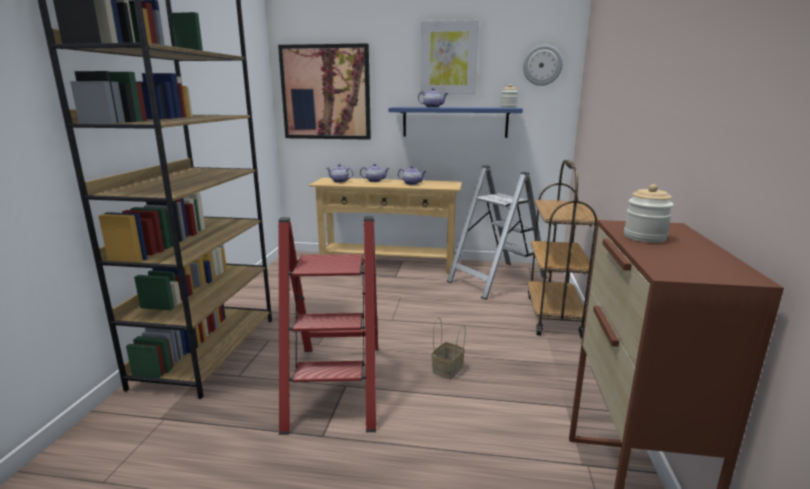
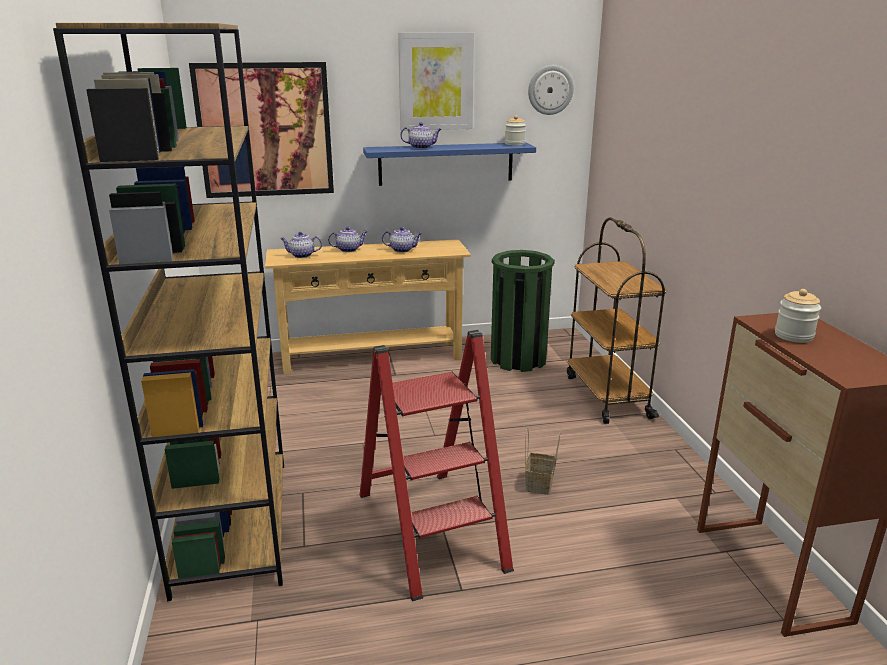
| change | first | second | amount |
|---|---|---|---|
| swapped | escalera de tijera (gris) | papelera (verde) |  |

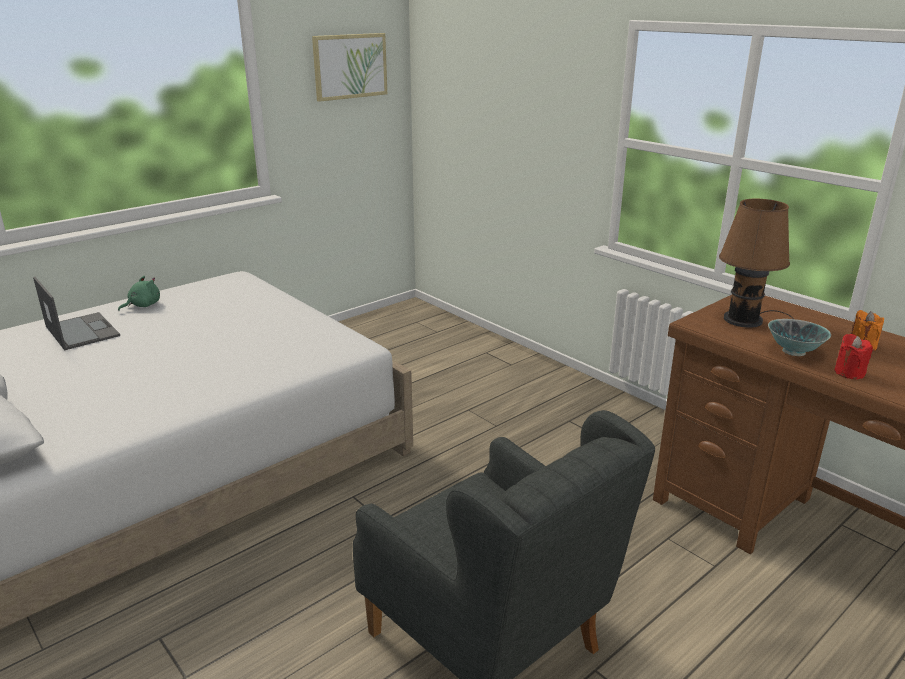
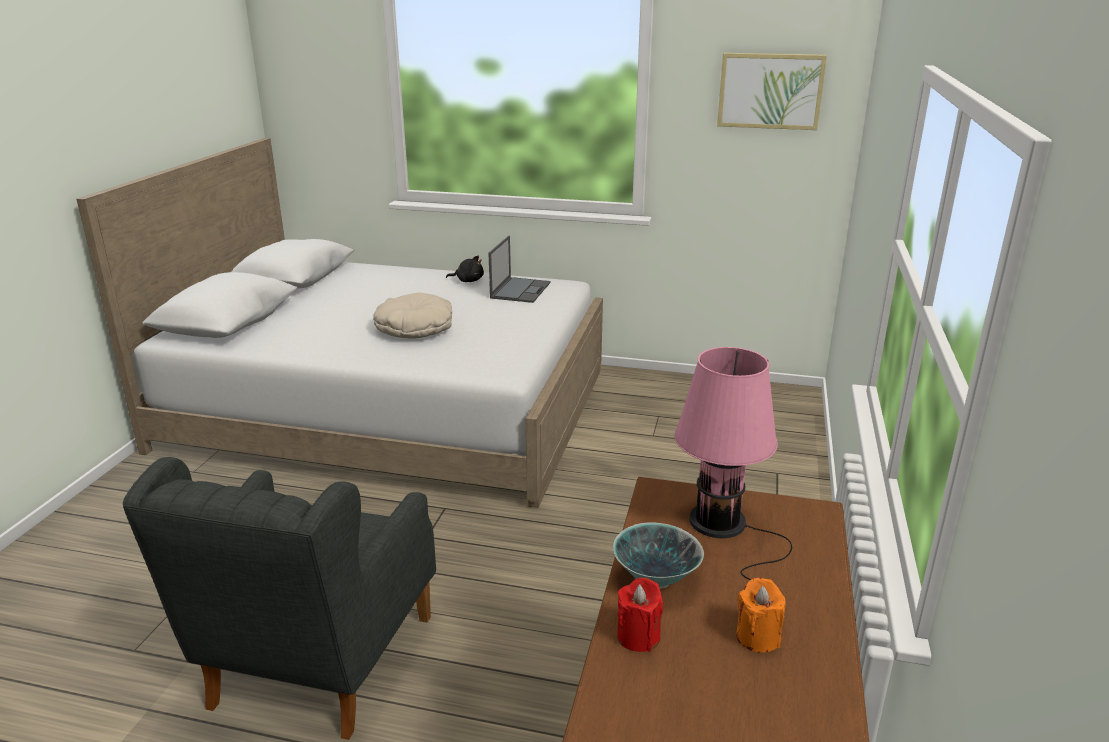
| change | first | second | amount |
|---|---|---|---|
| new |  | cojín (beis) |  |
| repainted | peluche (verde) | peluche (negro) |  |
| shifted | portátil |  |  |
| repainted | lámpara de mesa (marrón) | lámpara de mesa (rosa) |  |

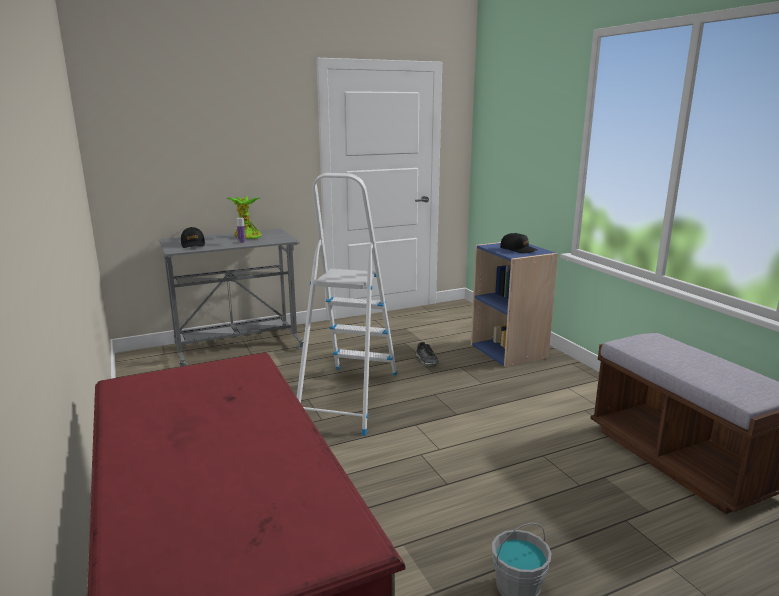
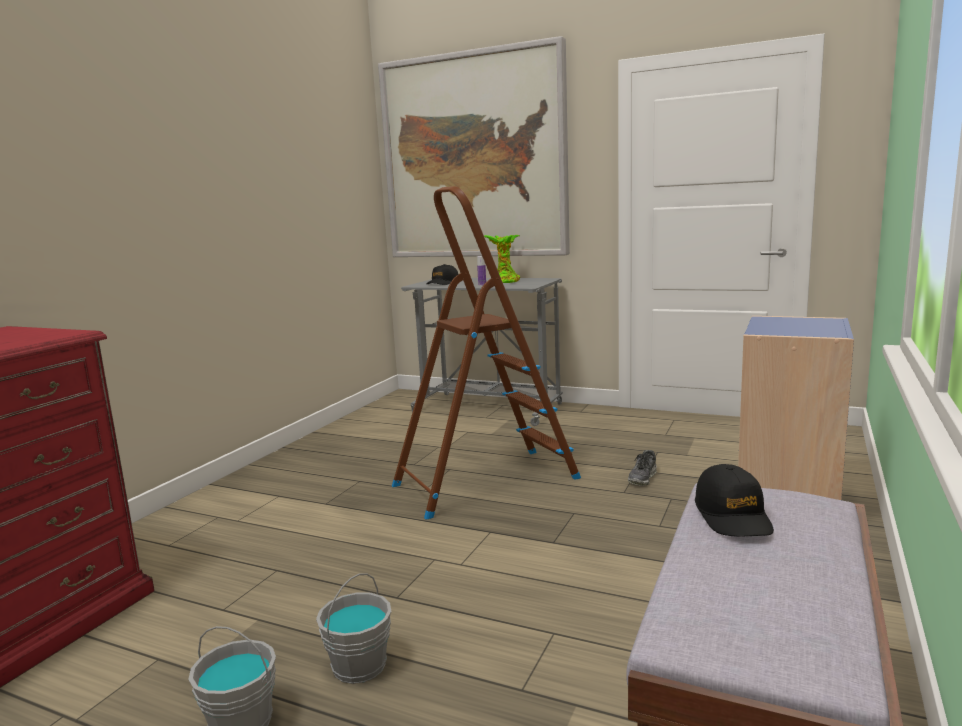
| change | first | second | amount |
|---|---|---|---|
| new |  | cubo (gris) (no. 2 from left) |  |
| new |  | cuadro |  |
| repainted | escalera de tijera (blanco) | escalera de tijera (marrón) |  |
| shifted | gorra (negro) (no. 2 from left) |  |  |

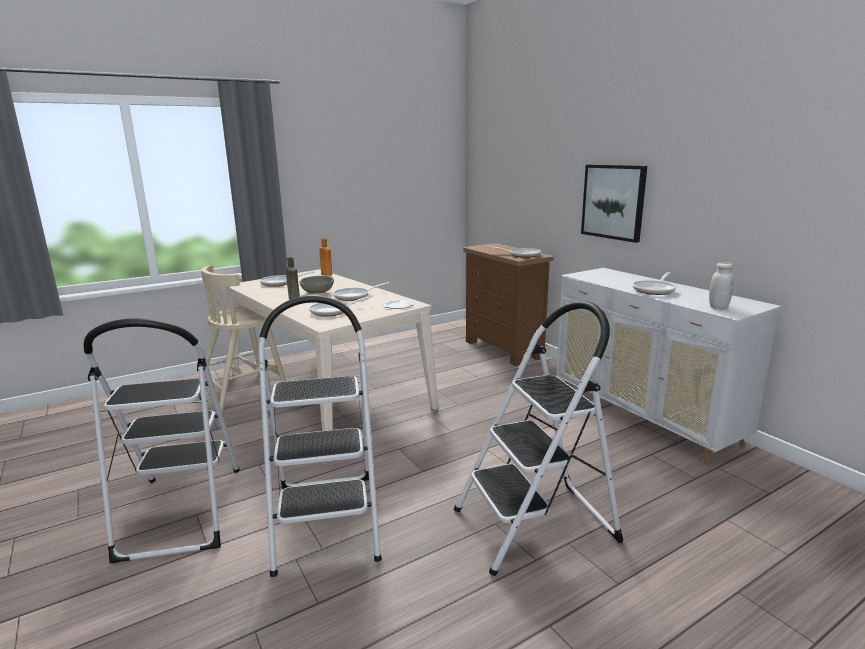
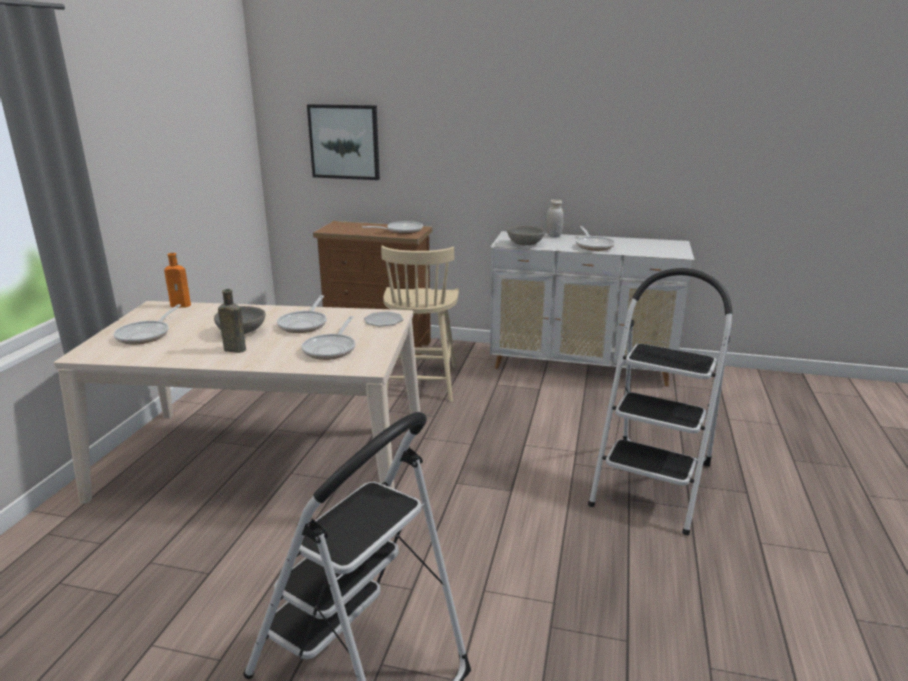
| change | first | second | amount |
|---|---|---|---|
| shifted | cuadro |  |  |
| shifted | silla (beis) |  |  |
| new |  | cuenco (gris) (no. 2 from left) |  |
| shifted | tarro (blanco) |  |  |
| gone | escalera de tijera (no. 2 from left) |  |  |

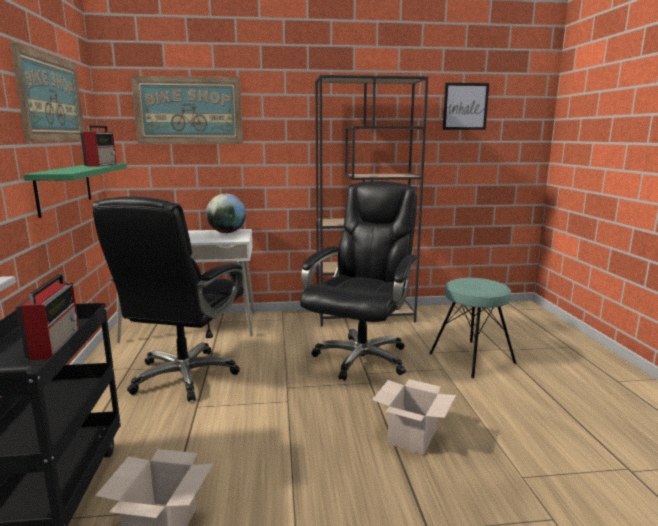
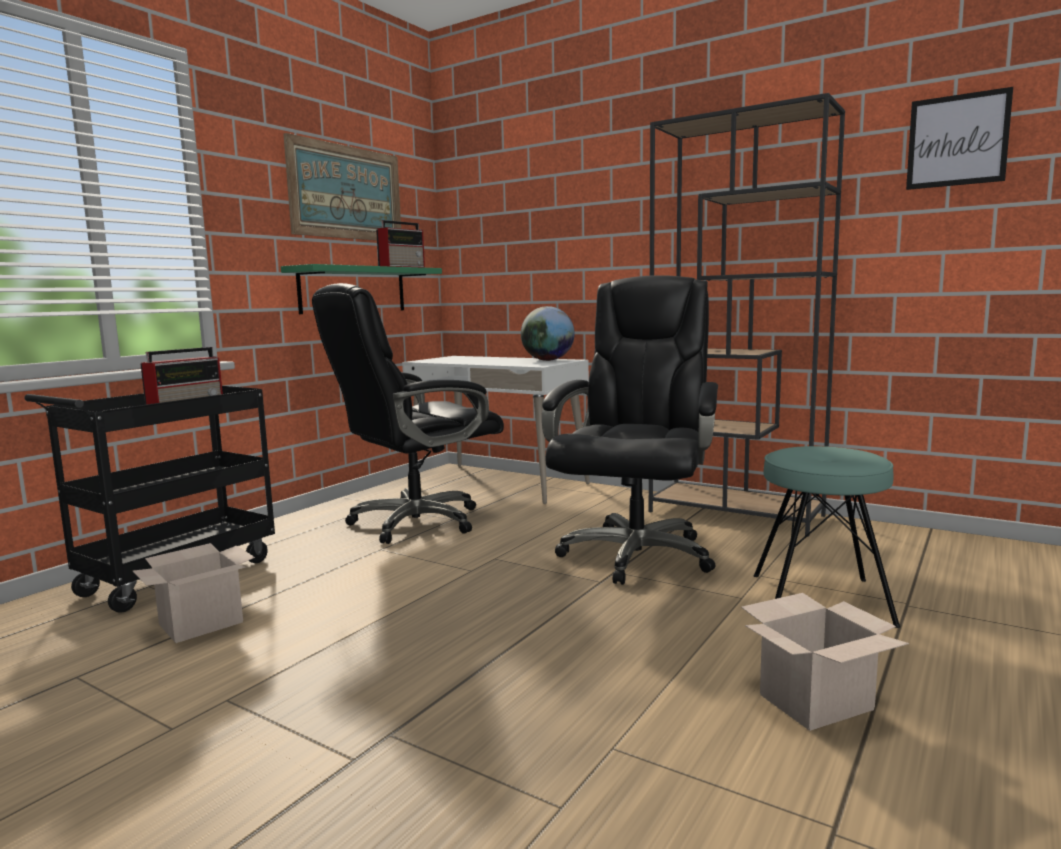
| change | first | second | amount |
|---|---|---|---|
| rotated | silla de oficina (negro) (no. 2 from left) |  | 45 degrees counterclockwise |
| shifted | caja de cartón (no. 2 from left) |  |  |
| gone | cuadro (no. 2 from left) |  |  |

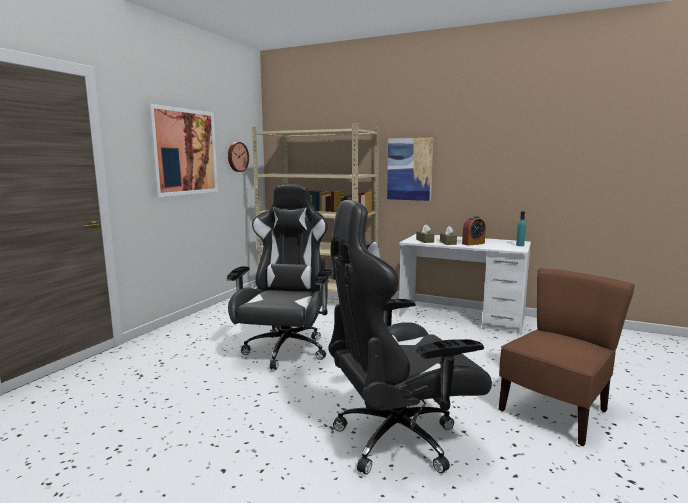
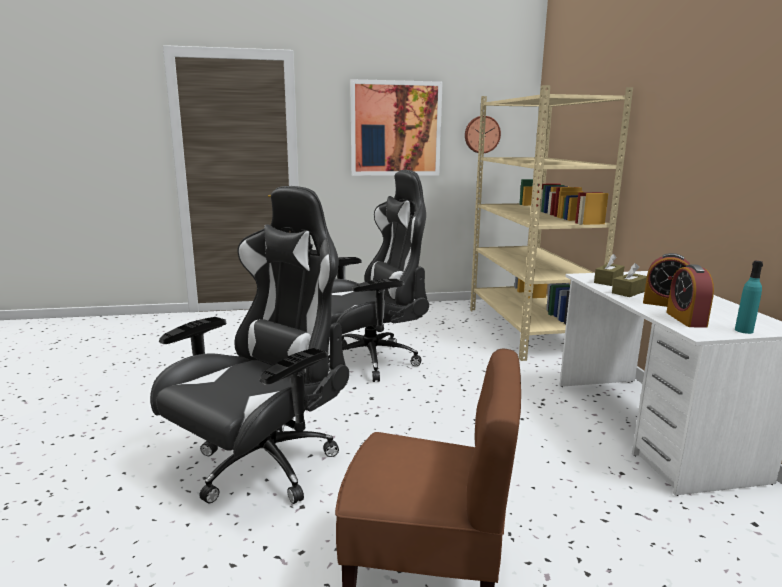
| change | first | second | amount |
|---|---|---|---|
| rotated | silla de oficina (negro) (no. 2 from left in the first image) | silla de oficina (negro) (no. 1 from left) | 90 degrees clockwise |
| new |  | despertador (no. 2 from left) |  |
| gone | cuadro (no. 2 from left) |  |  |

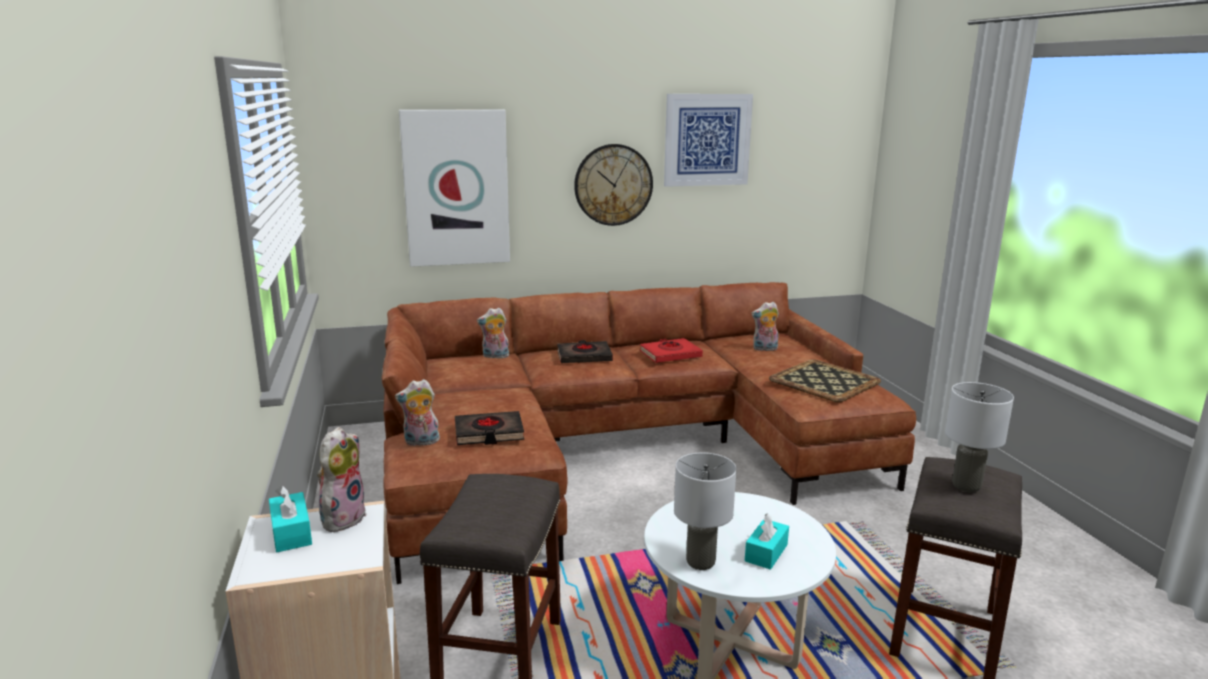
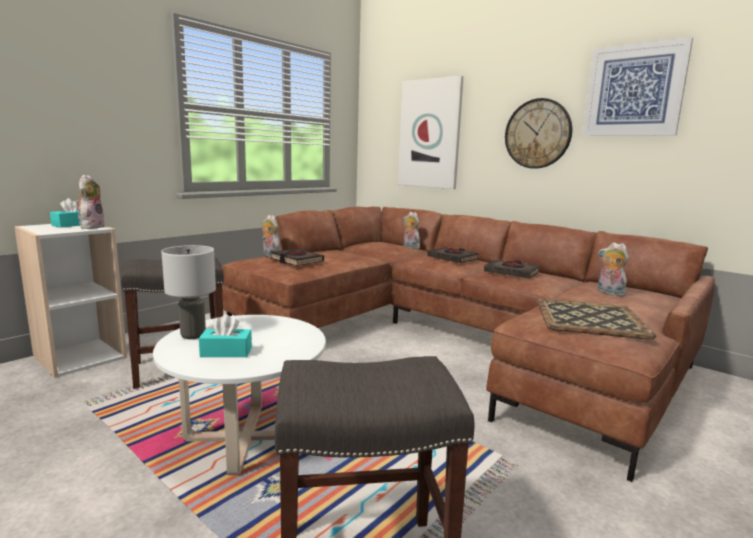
| change | first | second | amount |
|---|---|---|---|
| rotated | peluche (no. 1 from left) |  | 75 degrees counterclockwise |
| repainted | libro (rojo) | libro (negro) (no. 3 from left) |  |
| gone | lámpara de mesa (blanco) (no. 2 from left) |  |  |

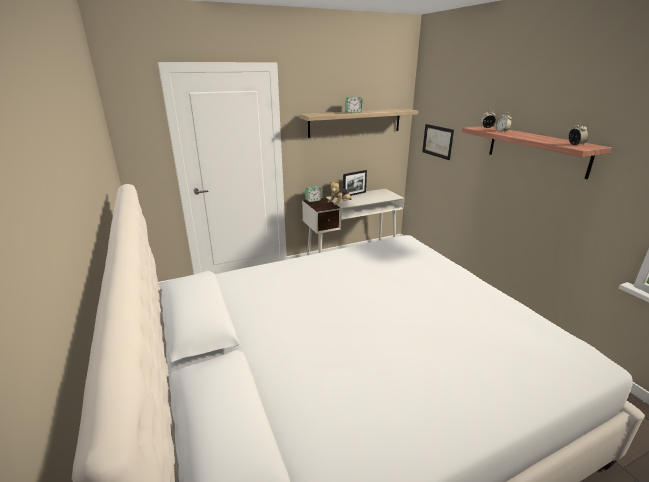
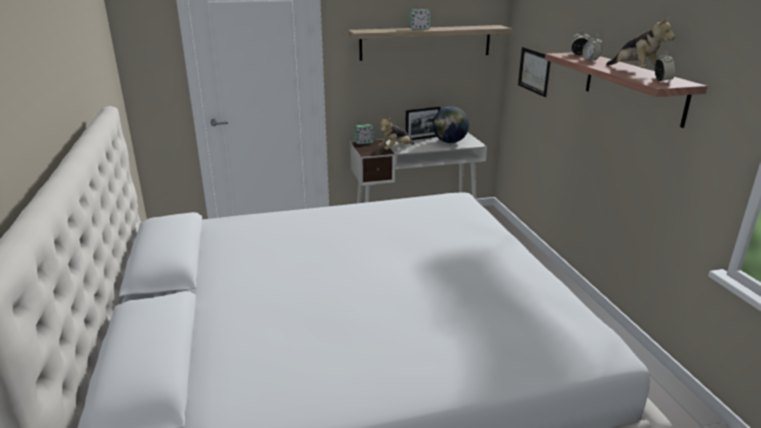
| change | first | second | amount |
|---|---|---|---|
| new |  | globo terráqueo |  |
| new |  | peluche (no. 2 from left) |  |

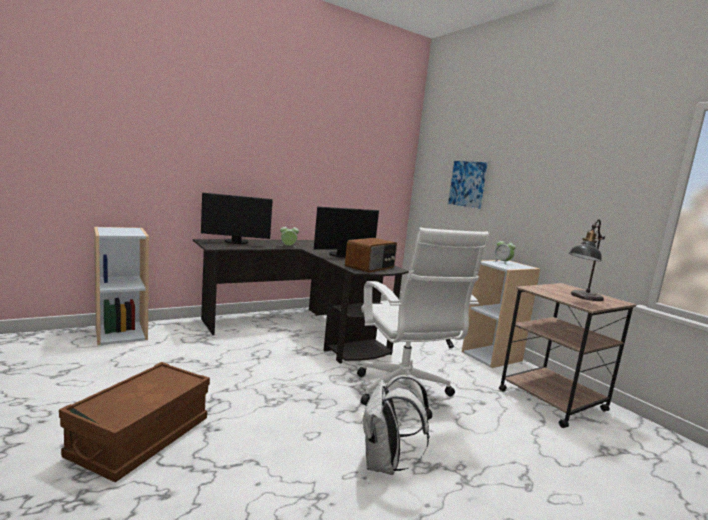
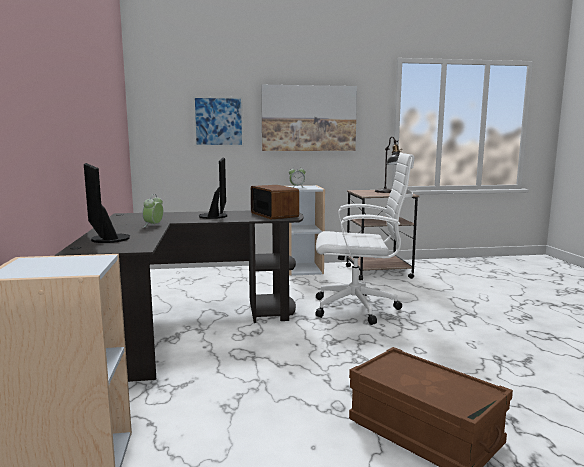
| change | first | second | amount |
|---|---|---|---|
| rotated | monitor (no. 1 from left) |  | 135 degrees clockwise |
| new |  | cuadro (no. 2 from left) |  |
| gone | mochila (blanco) |  |  |

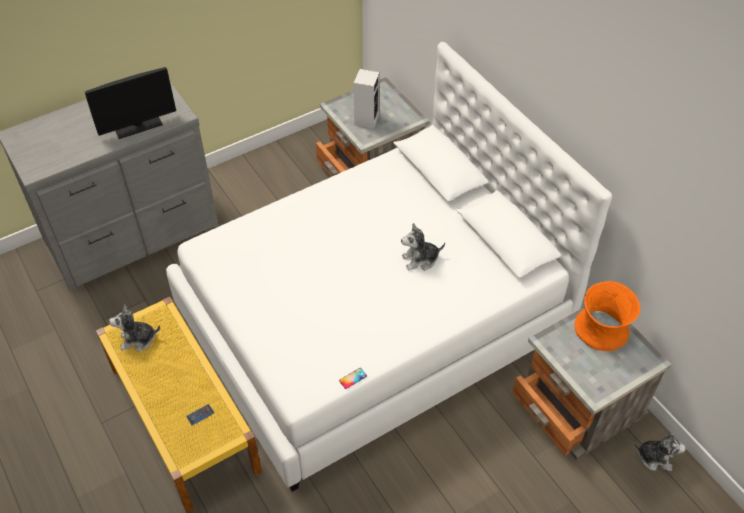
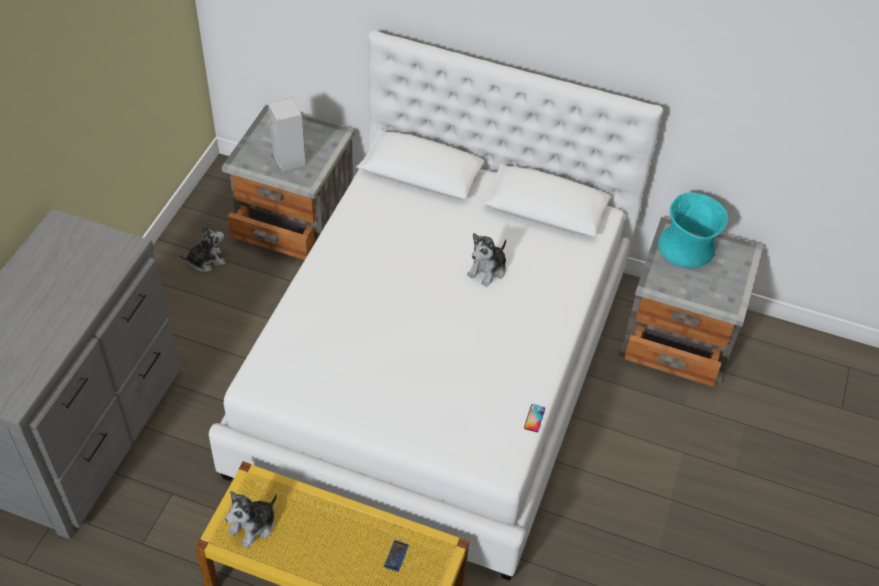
| change | first | second | amount |
|---|---|---|---|
| shifted | peluche (no. 3 from left in the first image) | peluche (no. 1 from left) |  |
| repainted | florero (naranja) | florero (turquesa) |  |
| gone | monitor |  |  |

